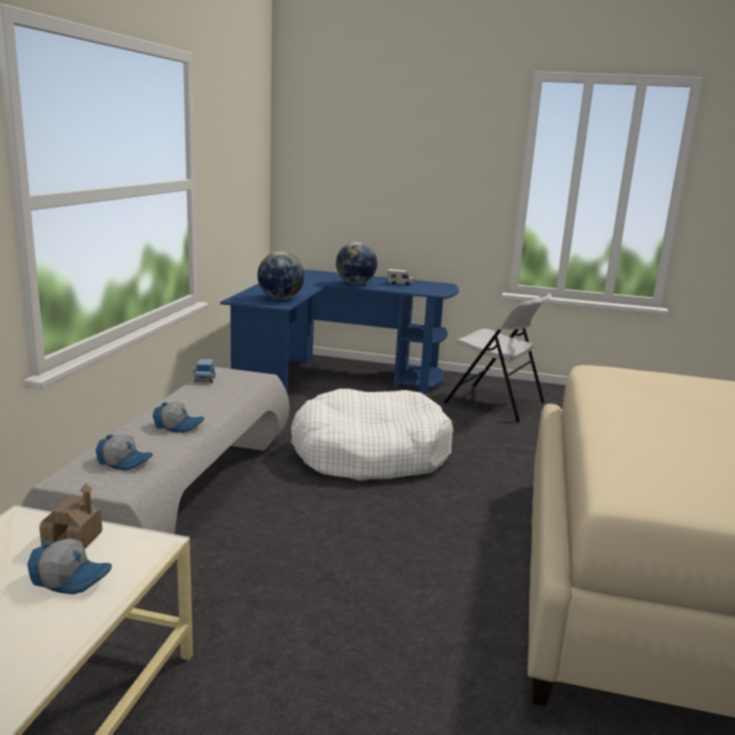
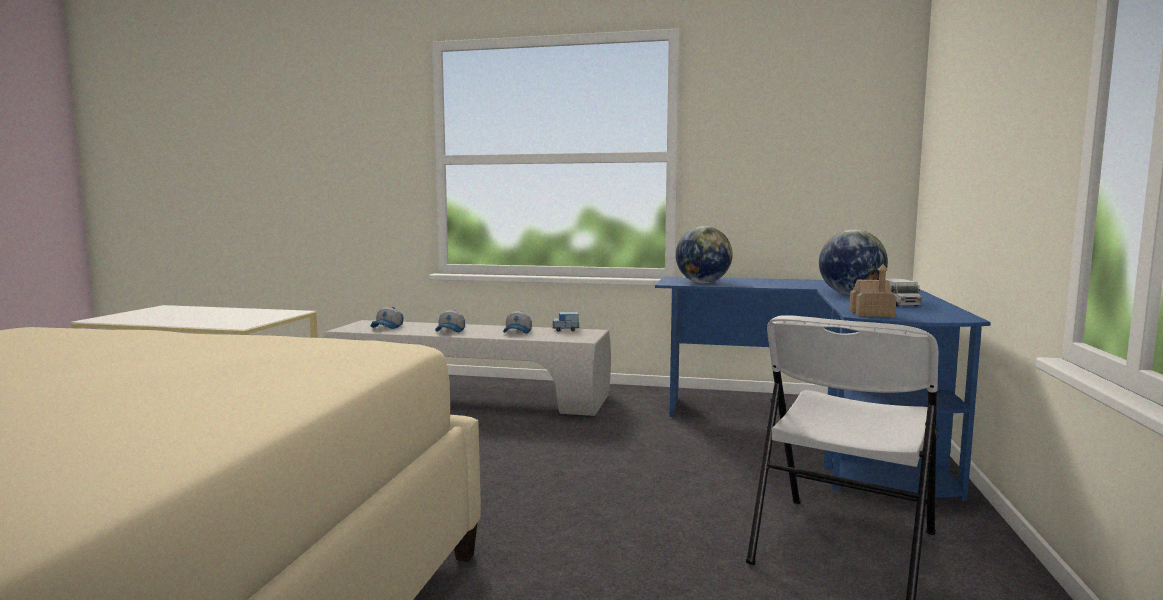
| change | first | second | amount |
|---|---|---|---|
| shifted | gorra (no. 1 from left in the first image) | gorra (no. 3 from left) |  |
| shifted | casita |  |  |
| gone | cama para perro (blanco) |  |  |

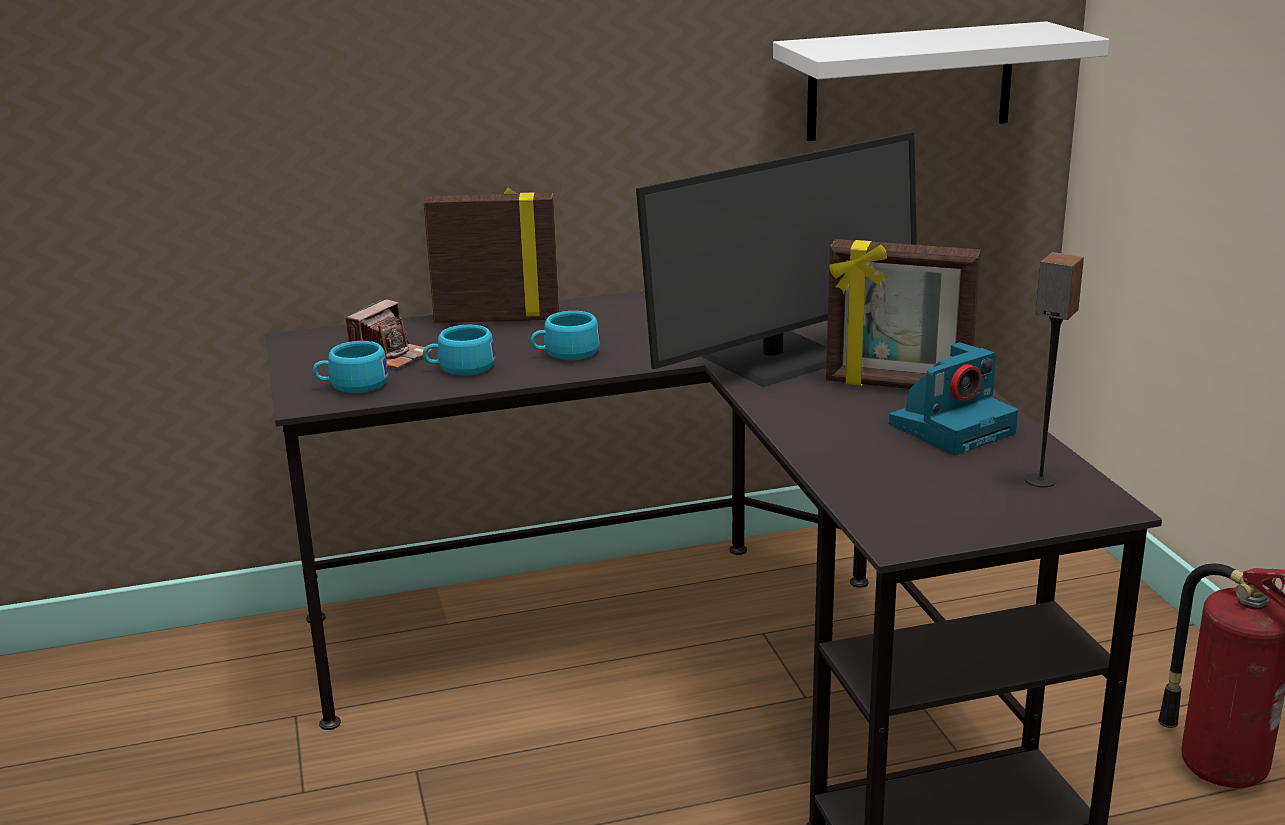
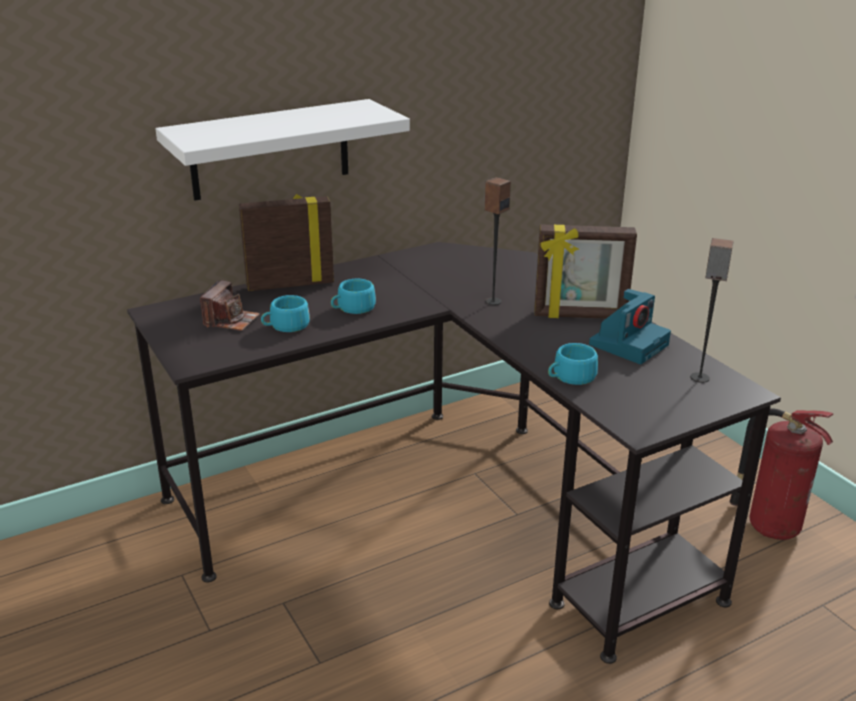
| change | first | second | amount |
|---|---|---|---|
| shifted | estante (blanco) |  |  |
| swapped | monitor | altavoz (no. 1 from left) |  |
| shifted | taza (turquesa) (no. 1 from left in the first image) | taza (turquesa) (no. 3 from left) |  |

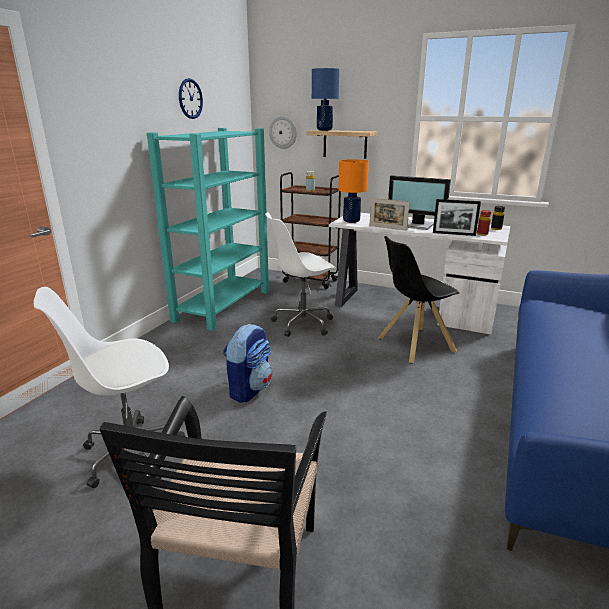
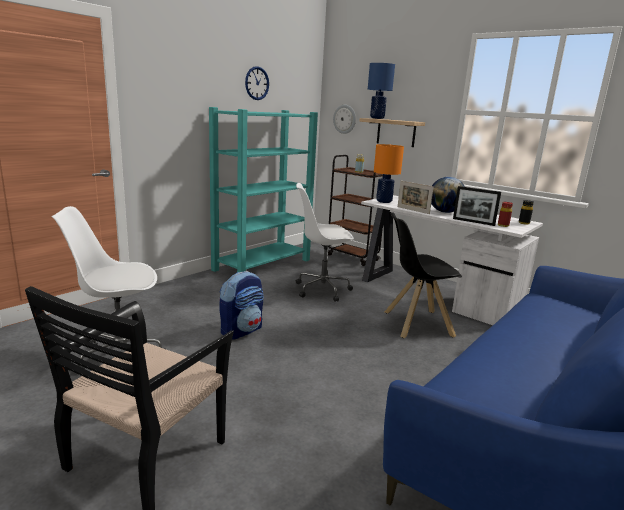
| change | first | second | amount |
|---|---|---|---|
| swapped | monitor | globo terráqueo |  |

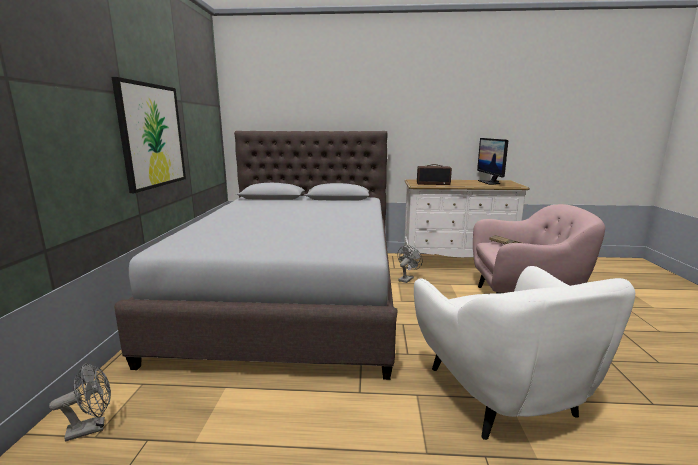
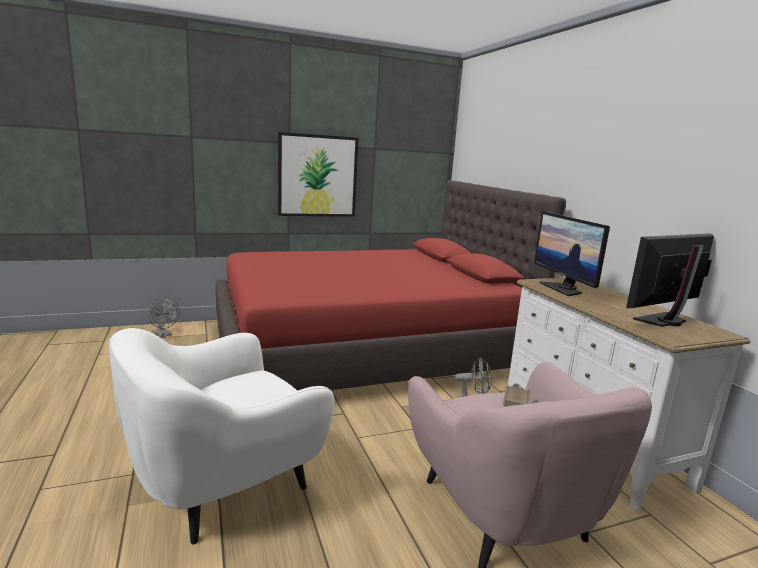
| change | first | second | amount |
|---|---|---|---|
| repainted | cama (gris) | cama (rojo) |  |
| swapped | radio | monitor (no. 1 from left) |  |

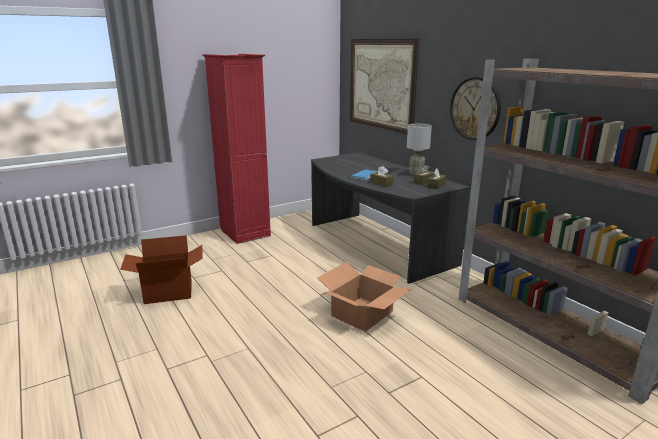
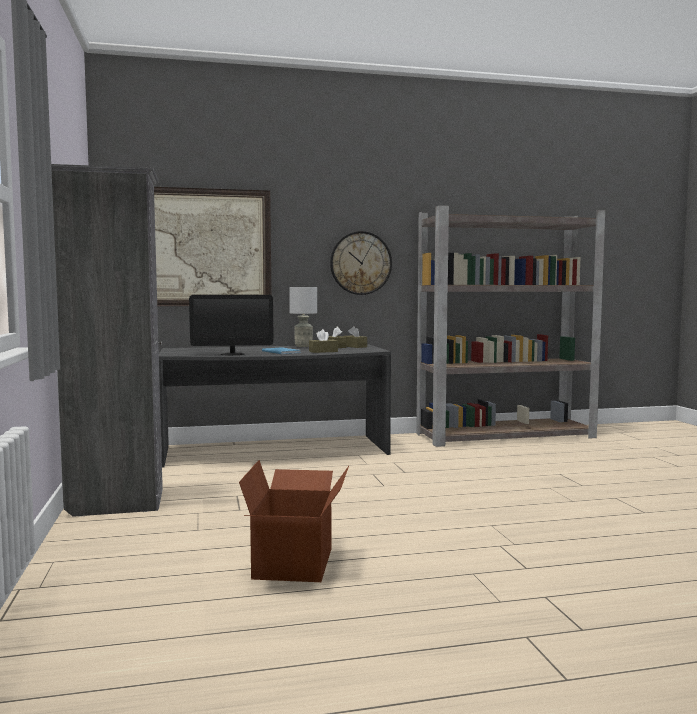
| change | first | second | amount |
|---|---|---|---|
| repainted | armario (rojo) | armario (gris) |  |
| new |  | monitor |  |
| gone | caja de cartón (no. 2 from left) |  |  |

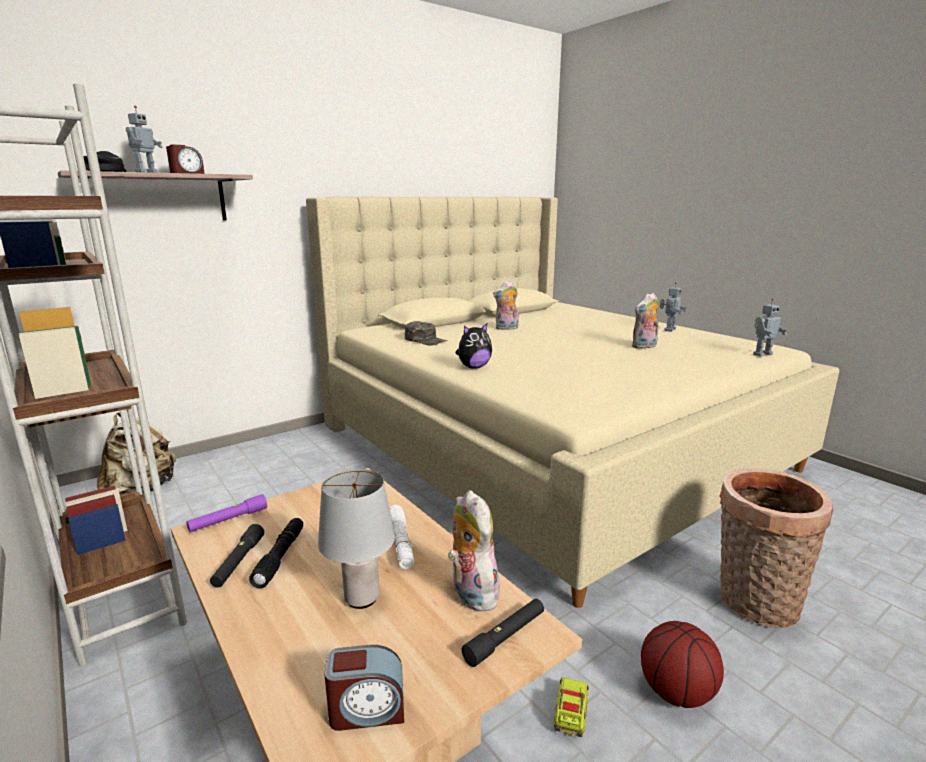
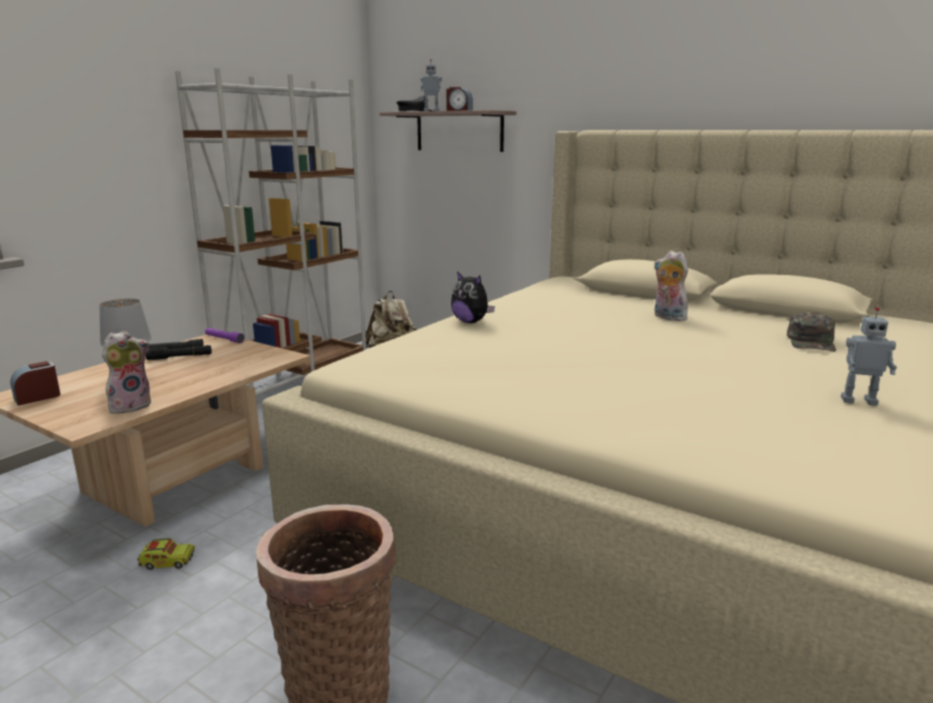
| change | first | second | amount |
|---|---|---|---|
| rotated | despertador (no. 2 from left in the first image) | despertador (no. 1 from left) | 75 degrees clockwise |
| shifted | gorra (verde) |  |  |
| gone | linterna (blanco) |  |  |
| gone | linterna (negro) (no. 3 from left) |  |  |
| gone | peluche (no. 4 from left) |  |  |
| gone | balón de baloncesto |  |  |
| gone | robot de juguete (no. 3 from left) |  |  |

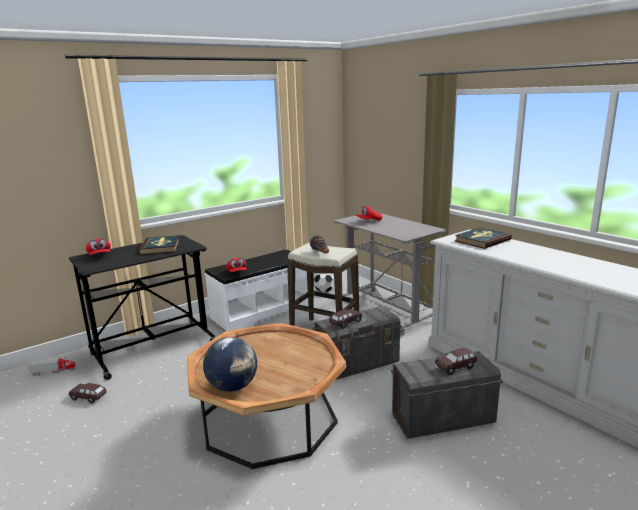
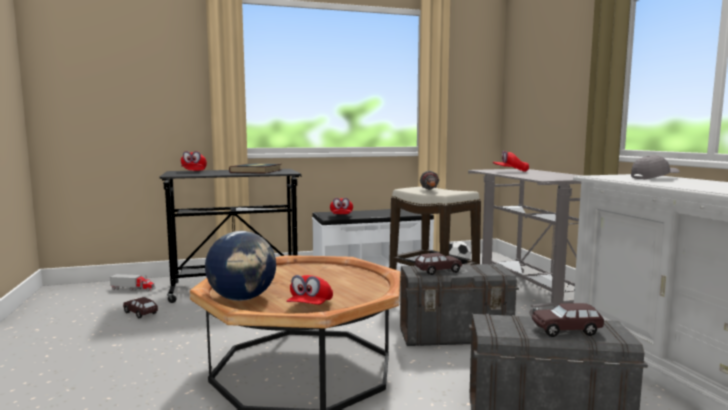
| change | first | second | amount |
|---|---|---|---|
| new |  | gorra (rojo) (no. 2 from left) |  |
| swapped | libro (no. 2 from left) | gorra (gris) |  |

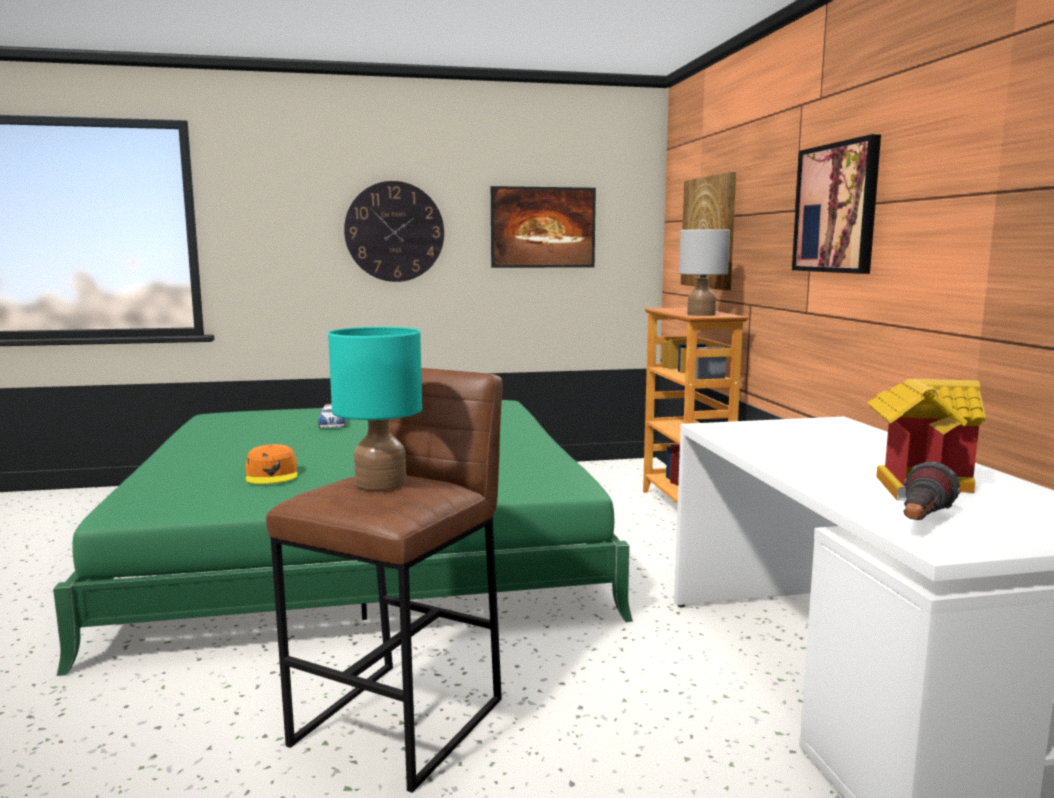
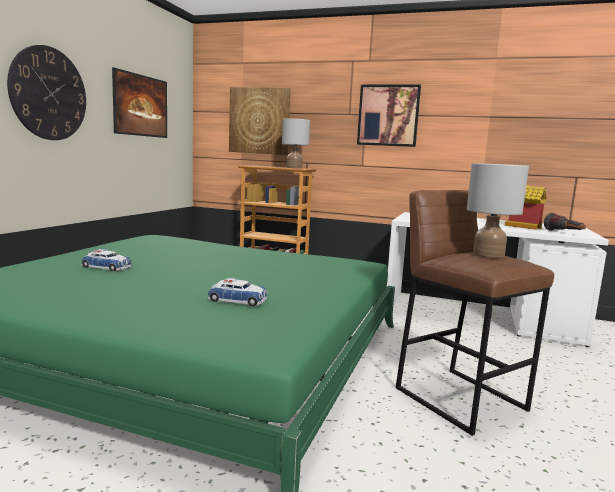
| change | first | second | amount |
|---|---|---|---|
| swapped | gorra (naranja) | coche de juguete (no. 2 from left) |  |
| repainted | lámpara de mesa (turquesa) | lámpara de mesa (gris) (no. 2 from left) |  |

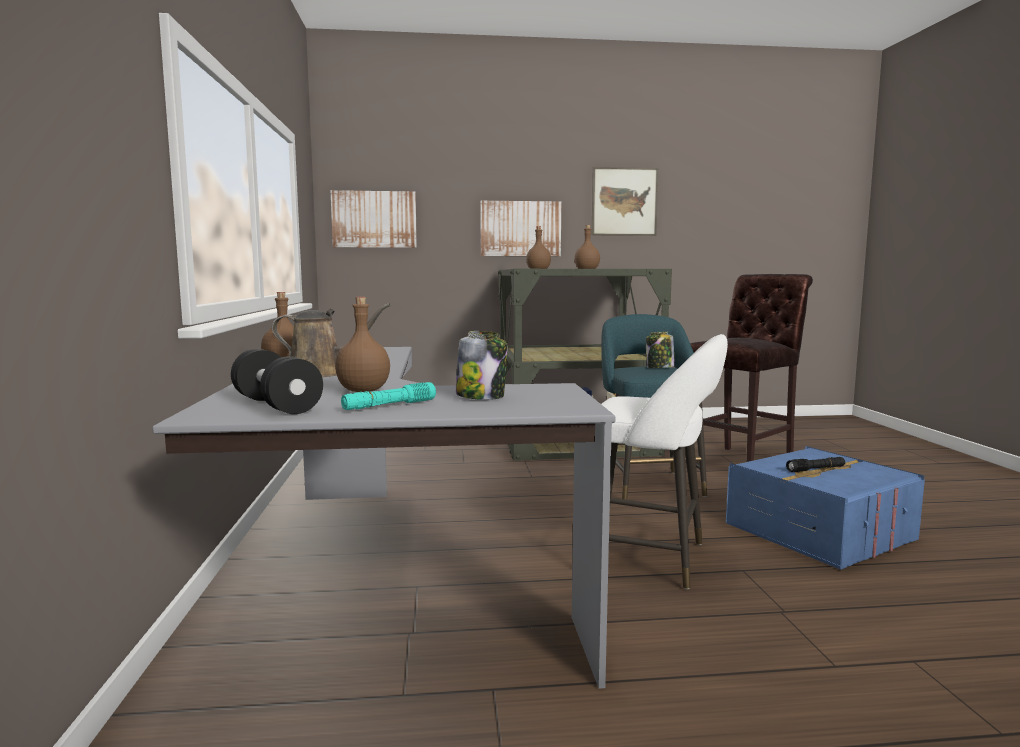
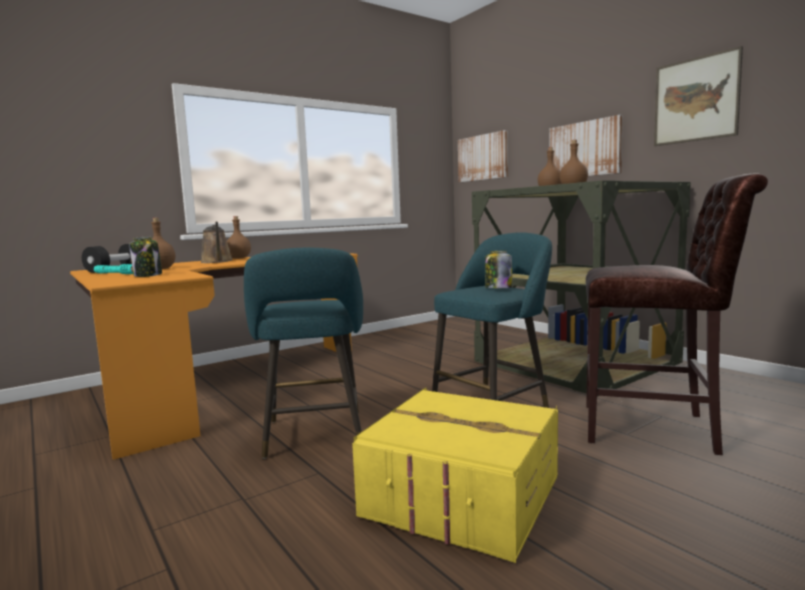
| change | first | second | amount |
|---|---|---|---|
| repainted | escritorio (gris) | escritorio (naranja) |  |
| repainted | taburete (blanco) | taburete (turquesa) (no. 1 from left) |  |
| repainted | caja de almacenaje (azul) | caja de almacenaje (amarillo) |  |
| gone | linterna (negro) |  |  |

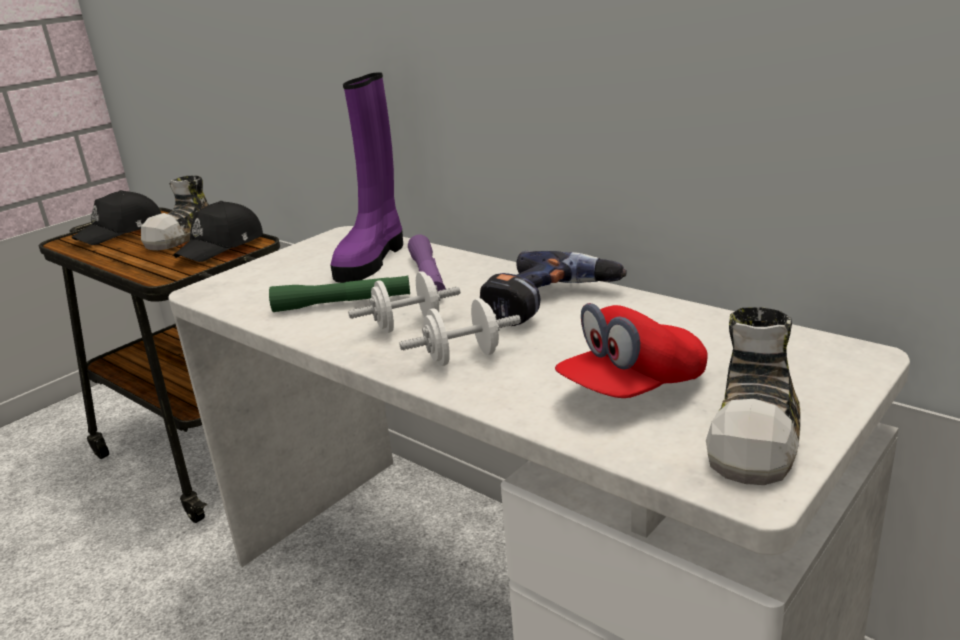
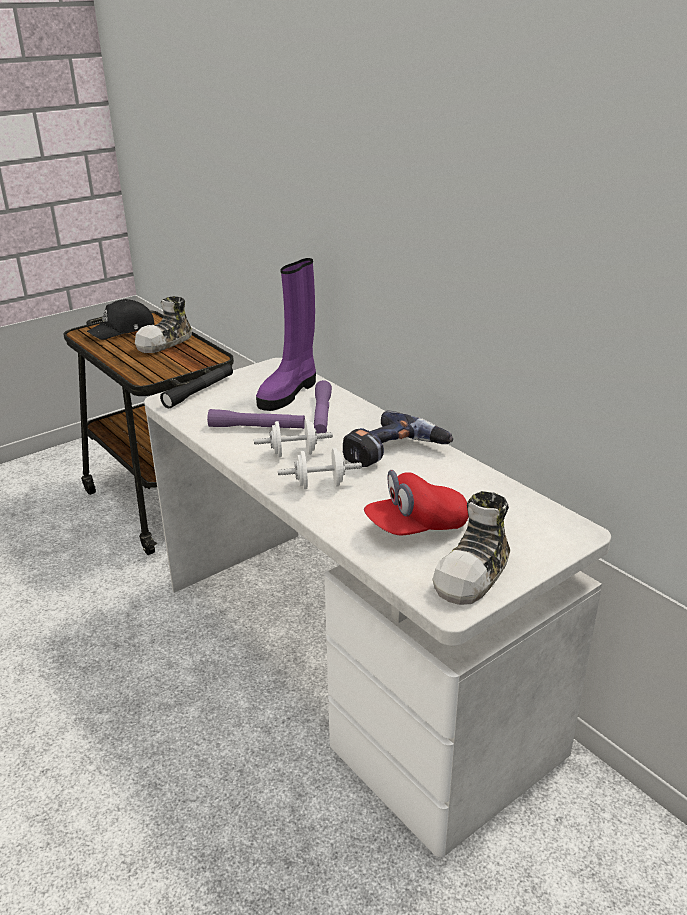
| change | first | second | amount |
|---|---|---|---|
| new |  | linterna (negro) |  |
| repainted | linterna (verde) | linterna (morado) (no. 1 from left) |  |
| gone | gorra (negro) (no. 2 from left) |  |  |

